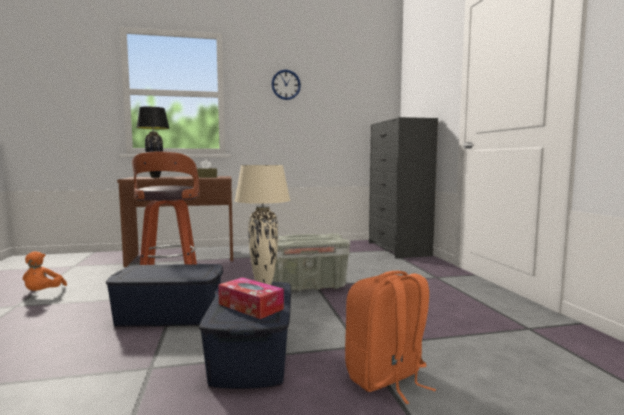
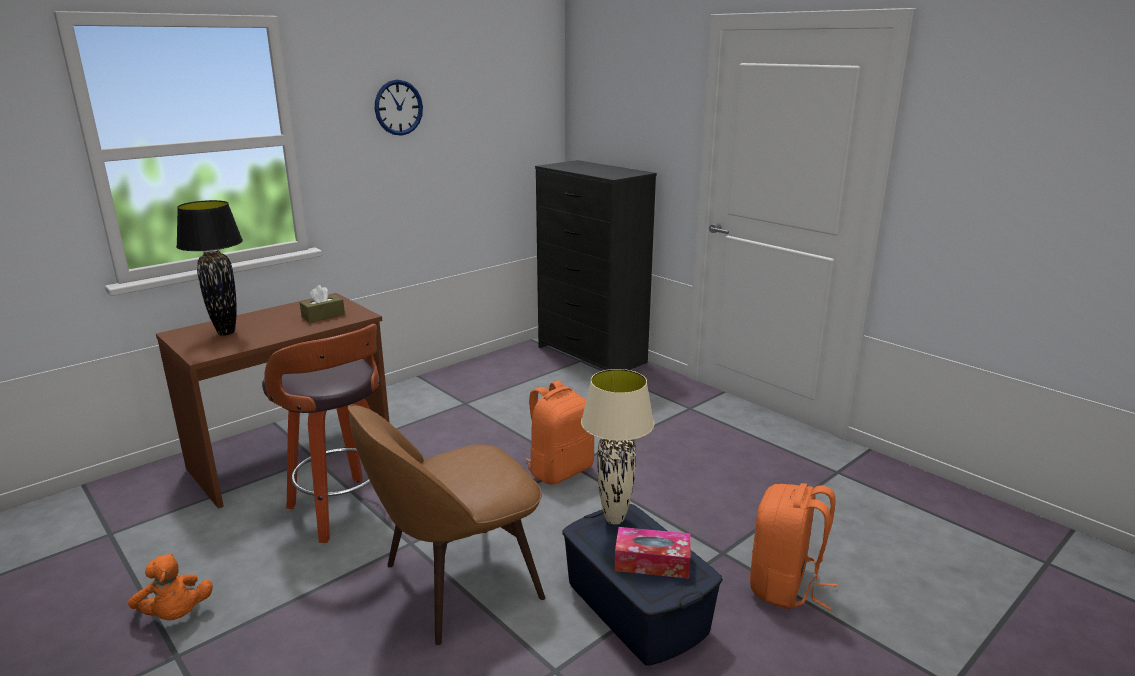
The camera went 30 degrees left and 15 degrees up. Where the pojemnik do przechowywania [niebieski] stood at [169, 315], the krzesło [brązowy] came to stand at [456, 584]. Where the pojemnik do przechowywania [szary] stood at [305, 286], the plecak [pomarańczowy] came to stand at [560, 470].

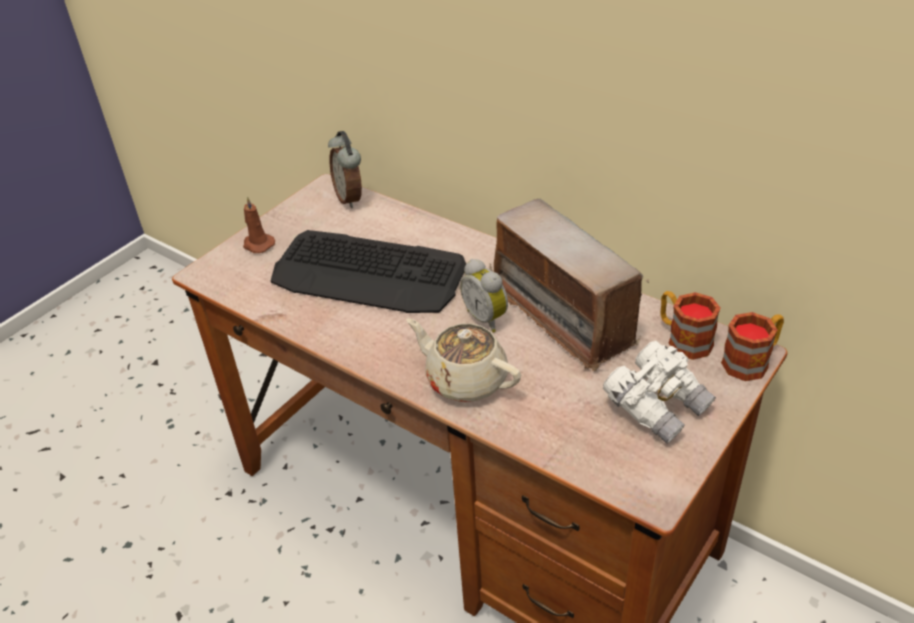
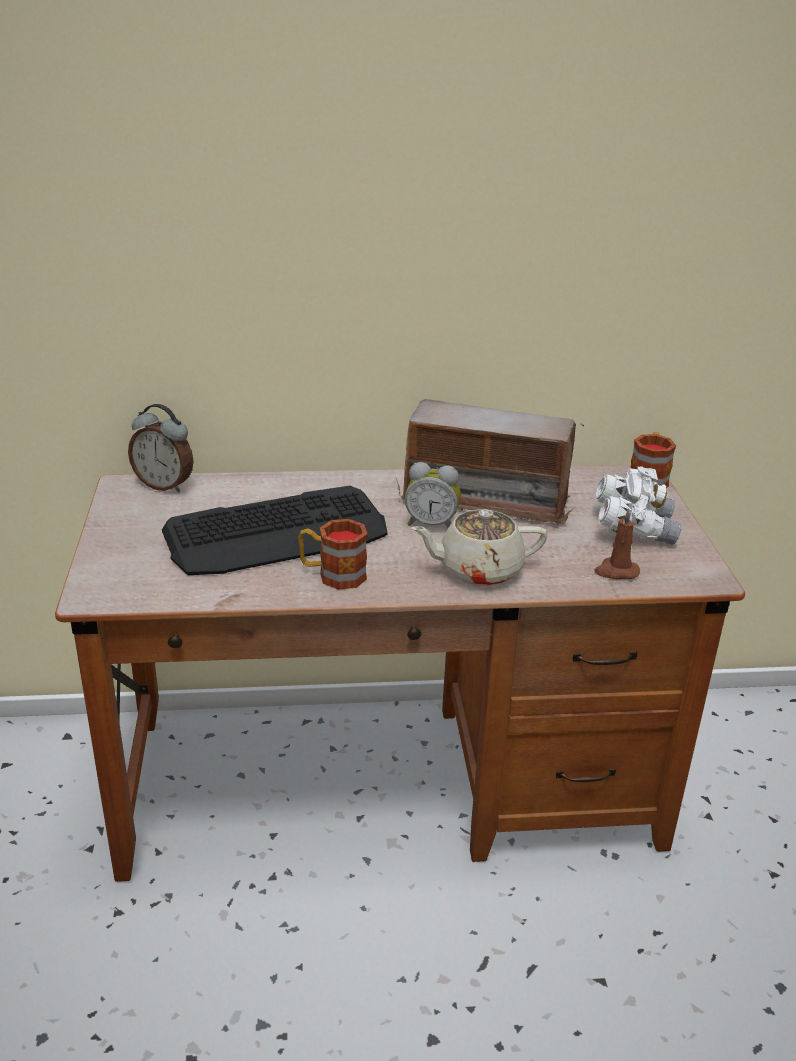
The camera went 45 degrees left and 10 degrees down. The kubek ended up elsewhere, having gone from [683, 339] to [332, 575]. The świeca [brązowy] ended up elsewhere, having gone from [258, 244] to [616, 571].

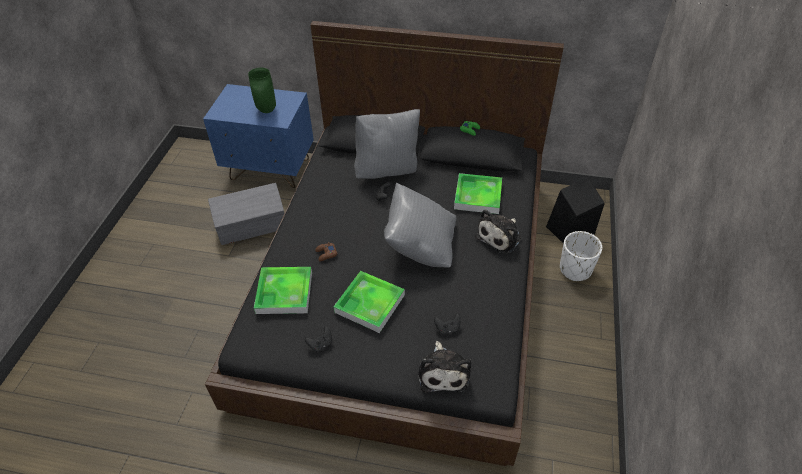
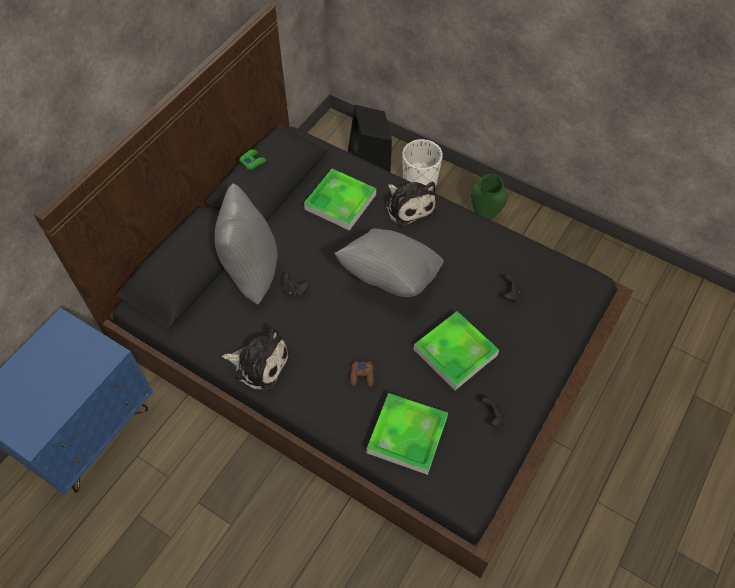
The camera went 70 degrees left and 10 degrees up. The pluszak ended up elsewhere, having gone from [443, 372] to [259, 364]. The wazon [zielony] ended up elsewhere, having gone from [267, 110] to [485, 215]. The second view lost the pojemnik do przechowywania [szary] at [253, 227].

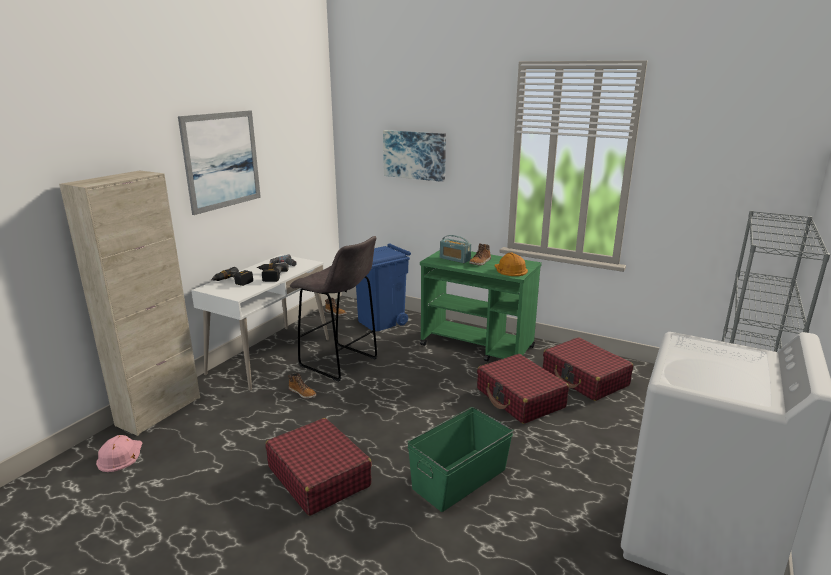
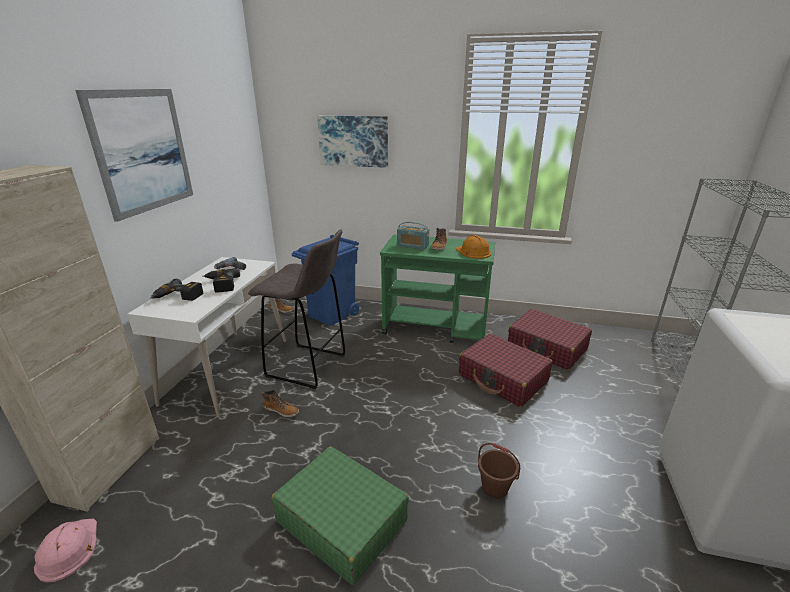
The camera went 15 degrees left and 5 degrees up. What was the walizka [czerwony] at [319, 476] turned into the walizka [zielony] at [341, 520]. Where the pojemnik do przechowywania [zielony] stood at [460, 478], the wiadro [brązowy] came to stand at [495, 487].

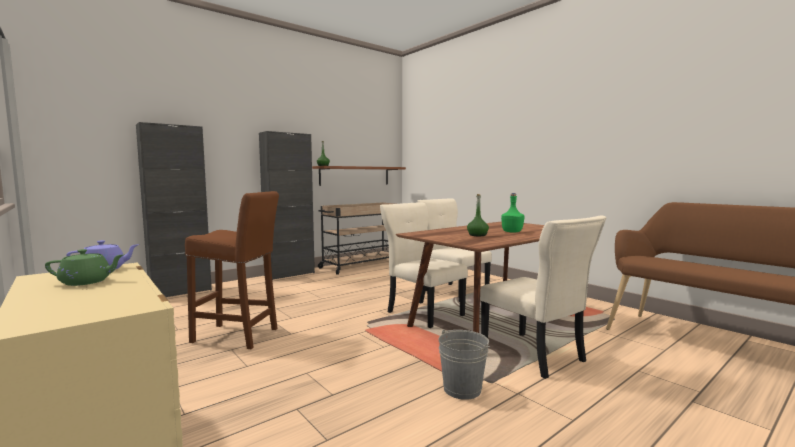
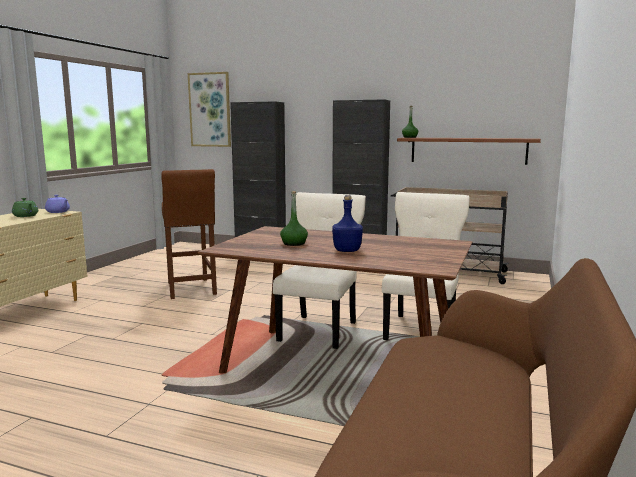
The camera went 60 degrees right and 5 degrees up. The second view gained the obraz at [210, 110]. What was the butelka [zielony] at [512, 232] turned into the butelka [niebieski] at [347, 250]. The second view lost the wiadro [szary] at [462, 389]. The second view lost the krzesło [beżowy] at [535, 356].

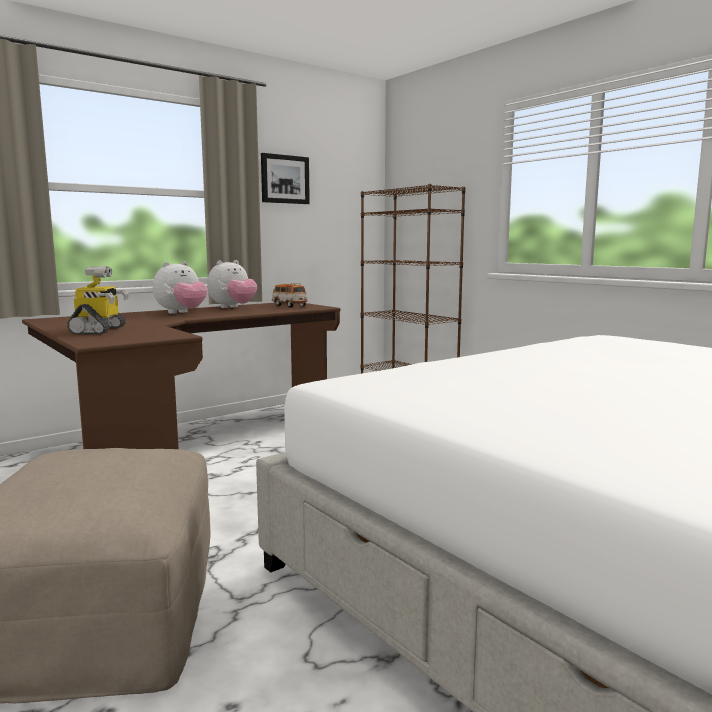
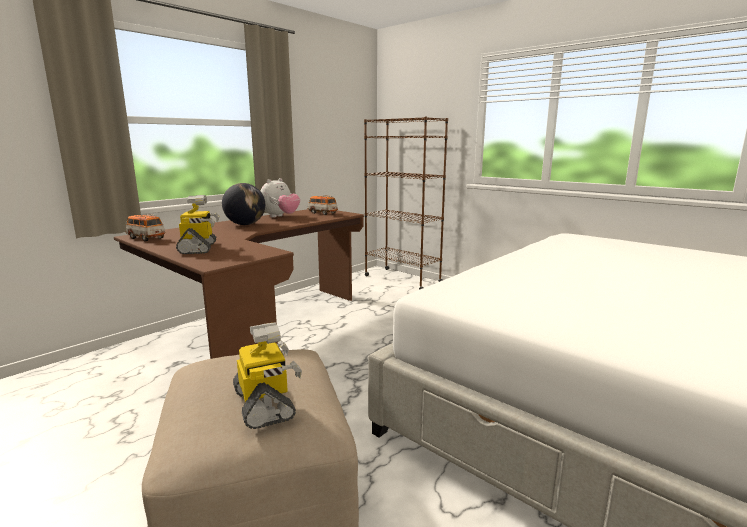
The camera went 10 degrees left and 5 degrees up. The second view gained the samochodzik at [146, 238]. Where the pluszak stood at [181, 313], the globus came to stand at [245, 224]. The second view gained the robot zabawkowy at [265, 404]. The second view lost the obraz at [284, 179].

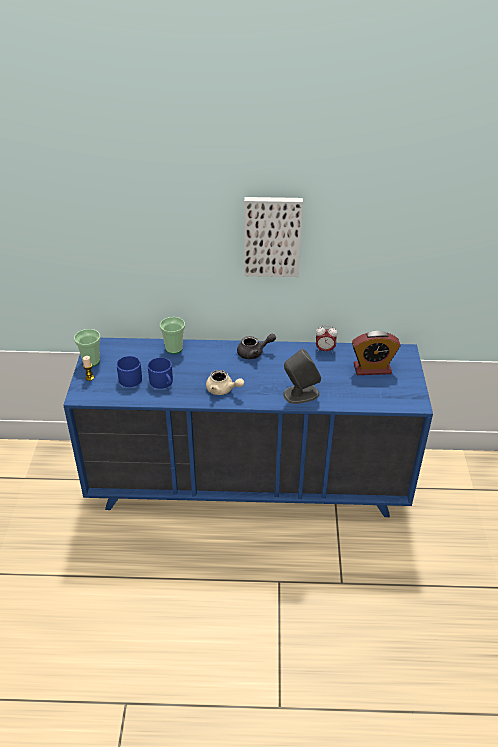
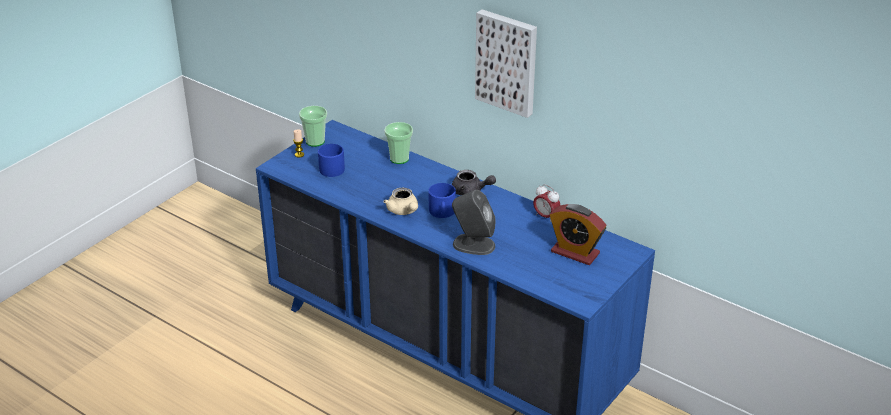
The camera went 35 degrees right and 5 degrees down. The kubek [niebieski] ended up elsewhere, having gone from [163, 382] to [442, 212].

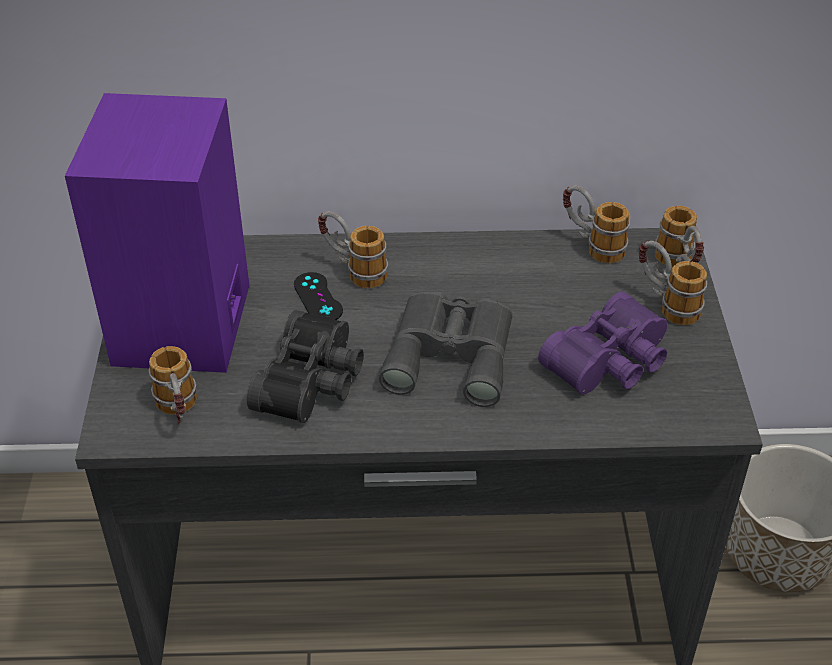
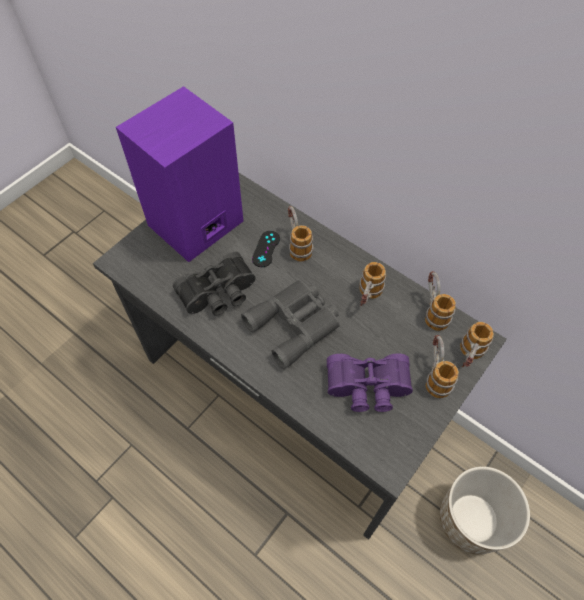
The camera went 40 degrees right and 15 degrees up. The kubek ended up elsewhere, having gone from [179, 414] to [367, 298].

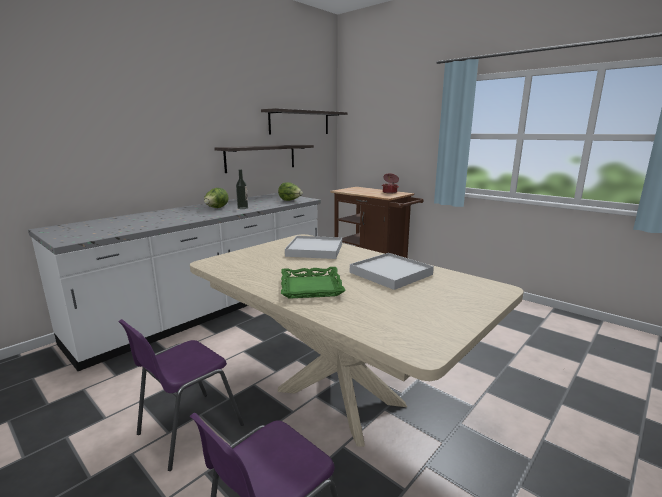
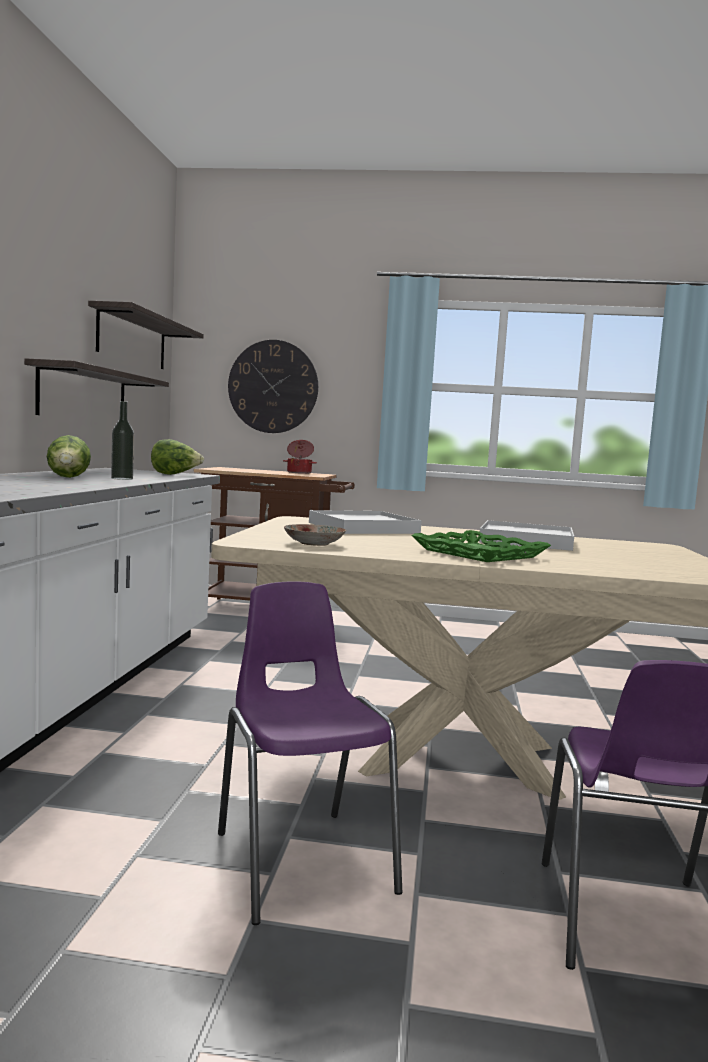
The camera went 35 degrees left and 10 degrees down. The krzesło [fioletowy] at [187, 430] ended up facing another way, 150 degrees clockwise from before. The second view gained the zegar ścienny at [273, 386]. The second view gained the talerz at [313, 544].

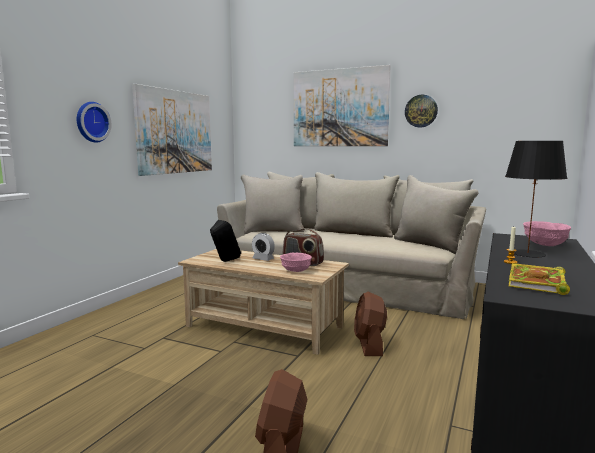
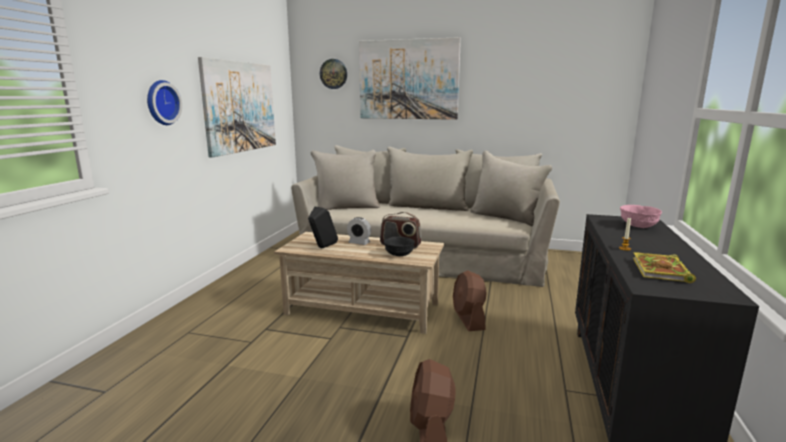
The camera went 10 degrees left and 5 degrees up. The zegar ścienny ended up elsewhere, having gone from [421, 111] to [333, 74]. What was the miska [różowy] at [295, 270] turned into the miska [czarny] at [398, 255]. The second view lost the lampa stołowa [czarny] at [527, 253].

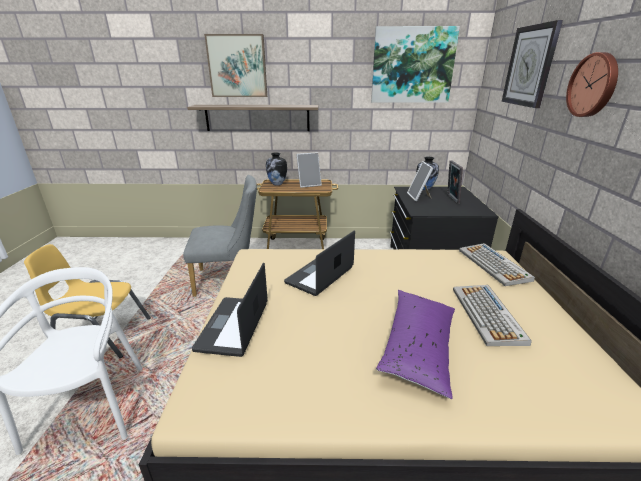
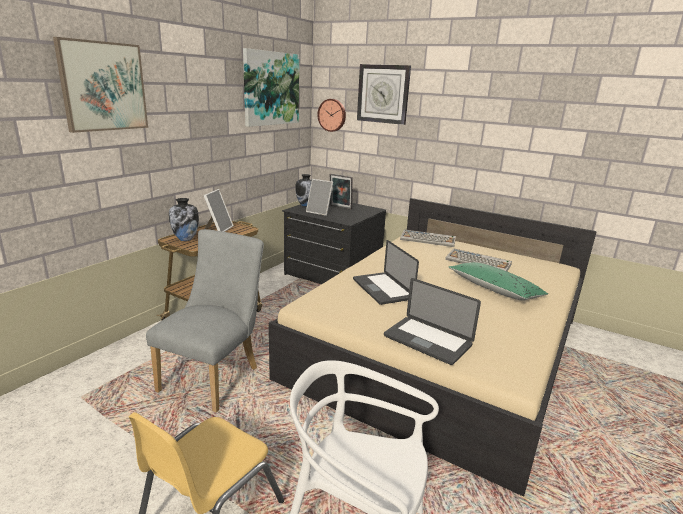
The camera went 60 degrees left and 5 degrees down. The zegar ścienny ended up elsewhere, having gone from [593, 85] to [332, 115]. What was the poduszka [fioletowy] at [418, 347] turned into the poduszka [zielony] at [494, 289]. The second view lost the półka at [257, 118].

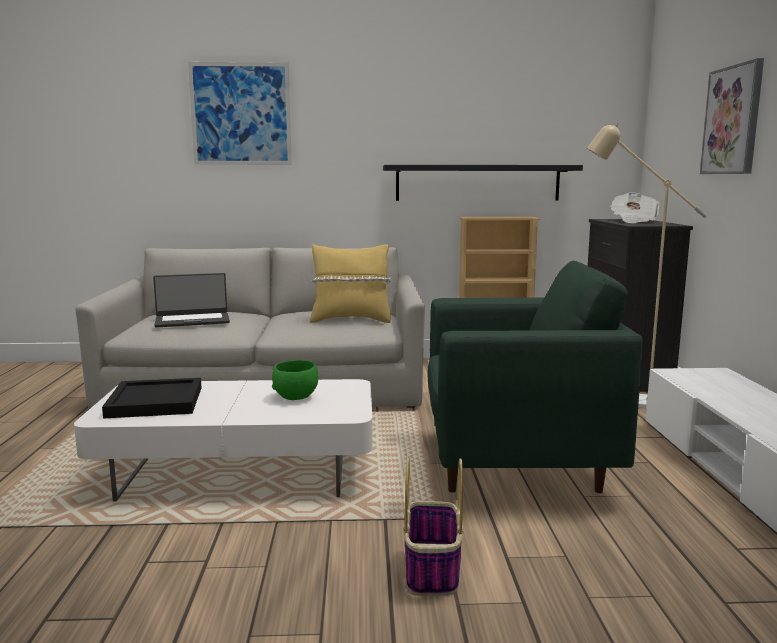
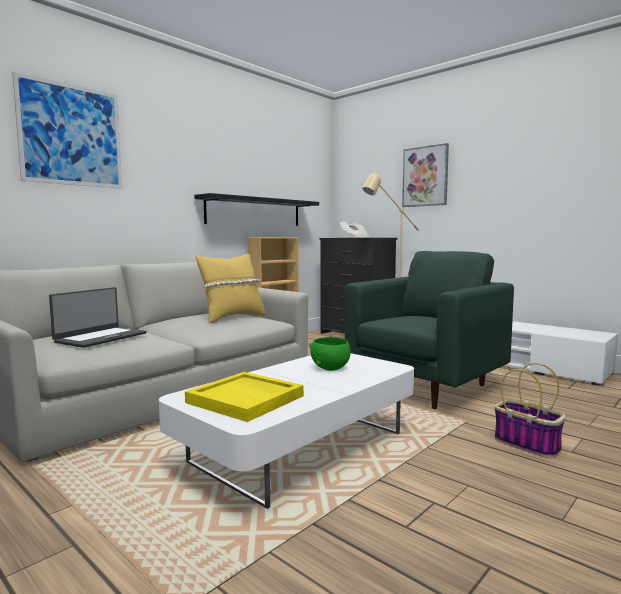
The camera went 45 degrees left and 5 degrees down. What was the taca [czarny] at [156, 402] turned into the taca [żółty] at [246, 399].

